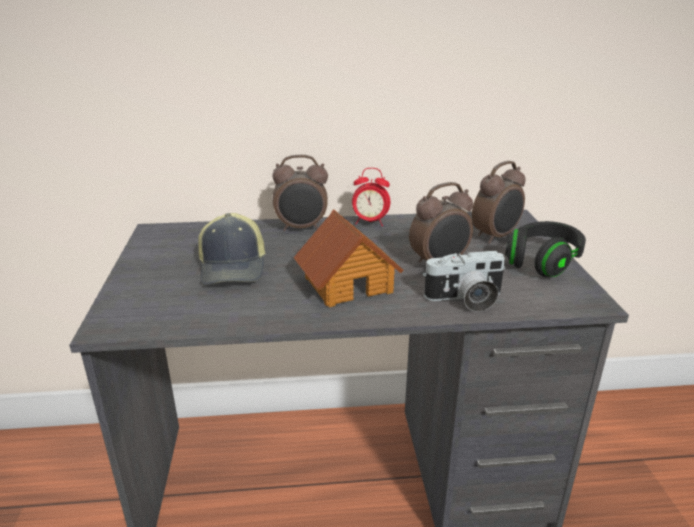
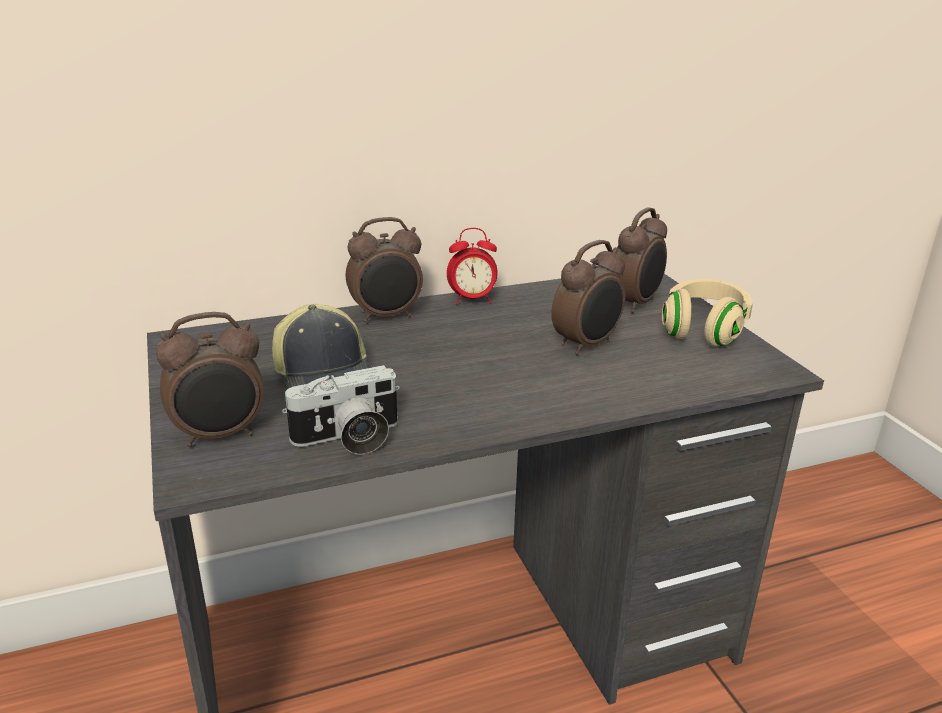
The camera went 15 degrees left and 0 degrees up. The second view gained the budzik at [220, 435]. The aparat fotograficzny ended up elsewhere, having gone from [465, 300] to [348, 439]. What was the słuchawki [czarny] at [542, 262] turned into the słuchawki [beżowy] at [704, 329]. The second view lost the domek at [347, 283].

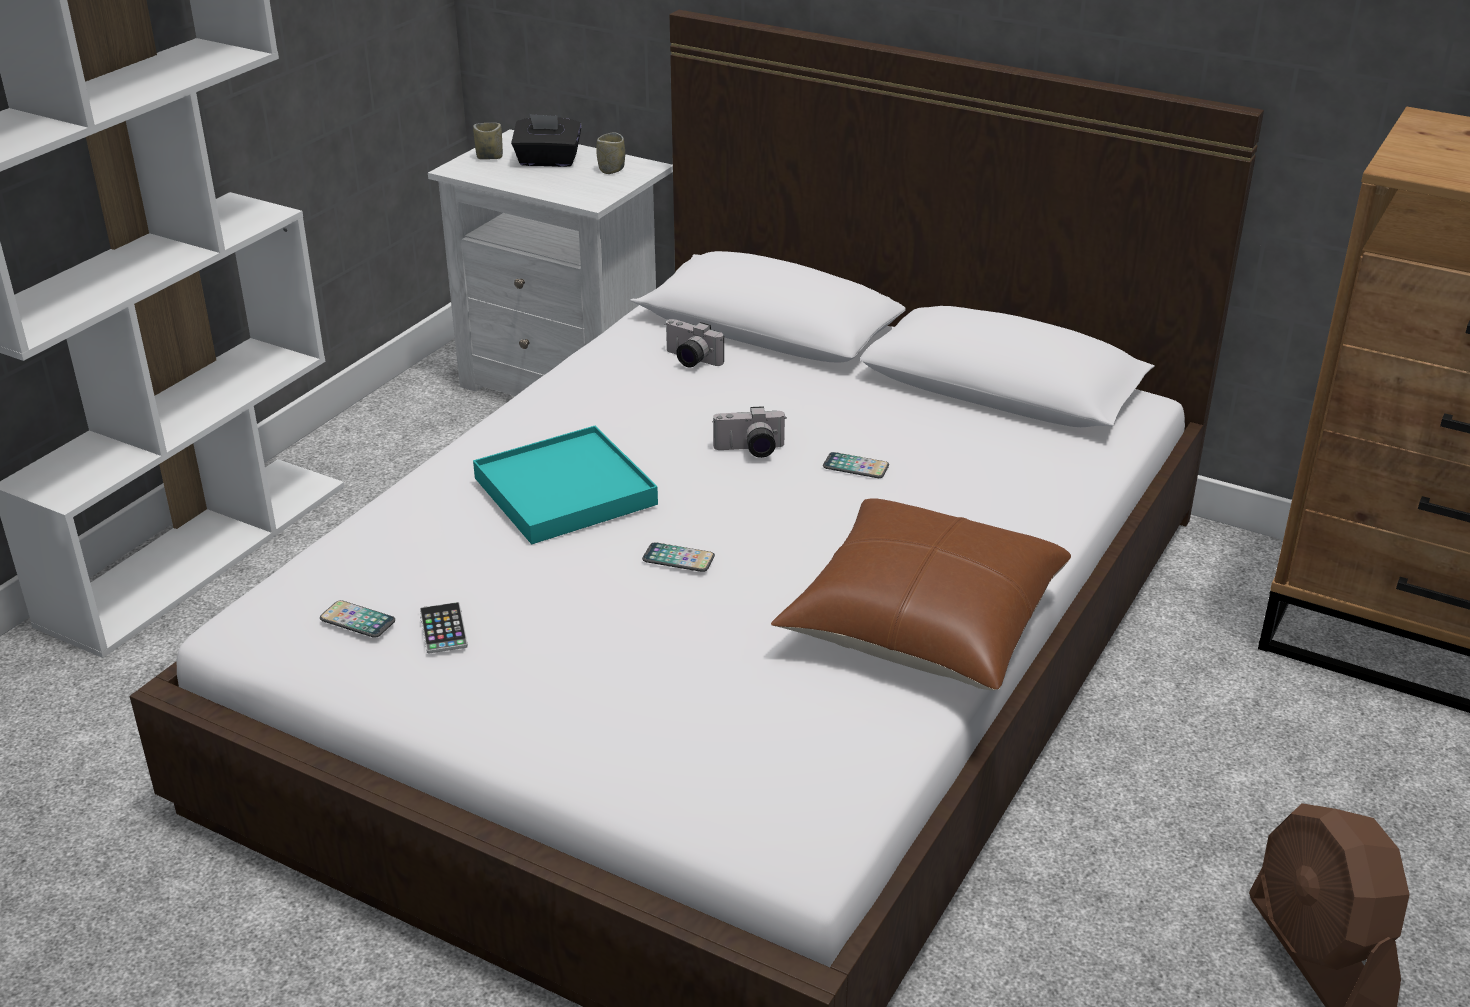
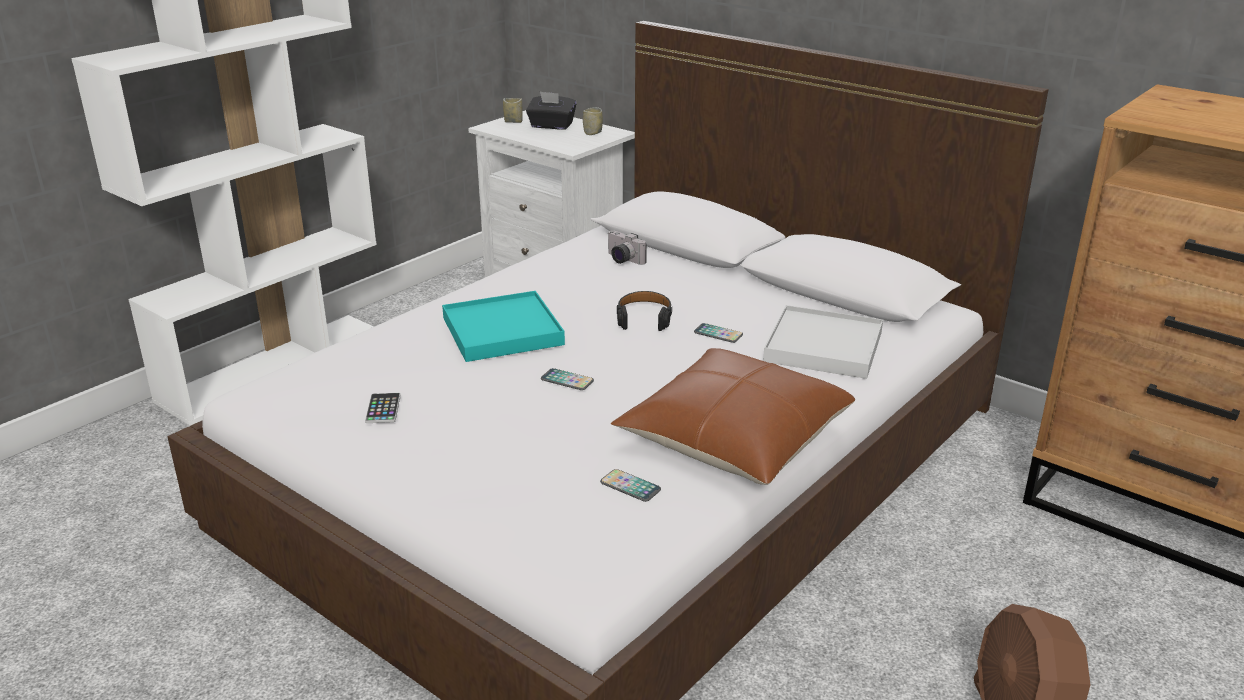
The camera went 10 degrees right and 5 degrees down. The telefon ended up elsewhere, having gone from [357, 620] to [630, 486]. Where the aparat fotograficzny stood at [750, 451], the słuchawki [czarny] came to stand at [644, 317]. The second view gained the taca [biały] at [823, 347].

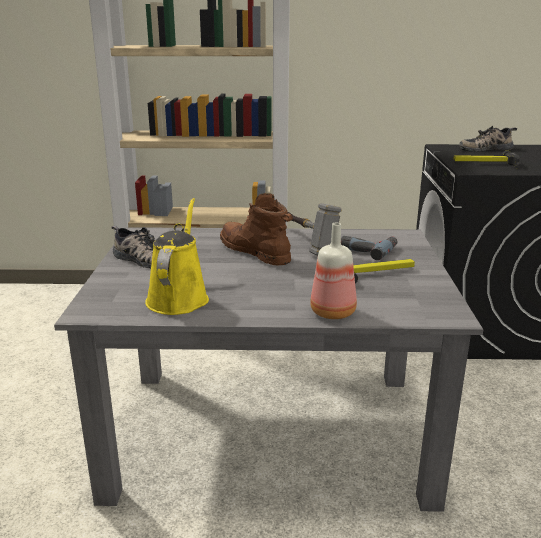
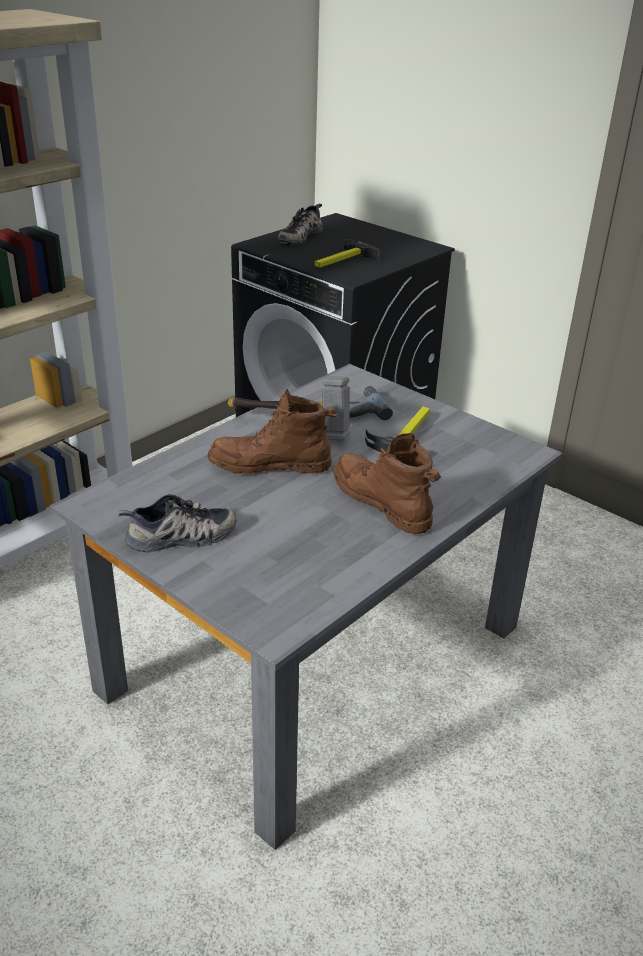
The camera went 50 degrees left and 10 degrees up. The second view gained the but z cholewką [brązowy] at [382, 503]. The second view lost the konewka [żółty] at [179, 297]. The second view lost the butelka at [334, 312].

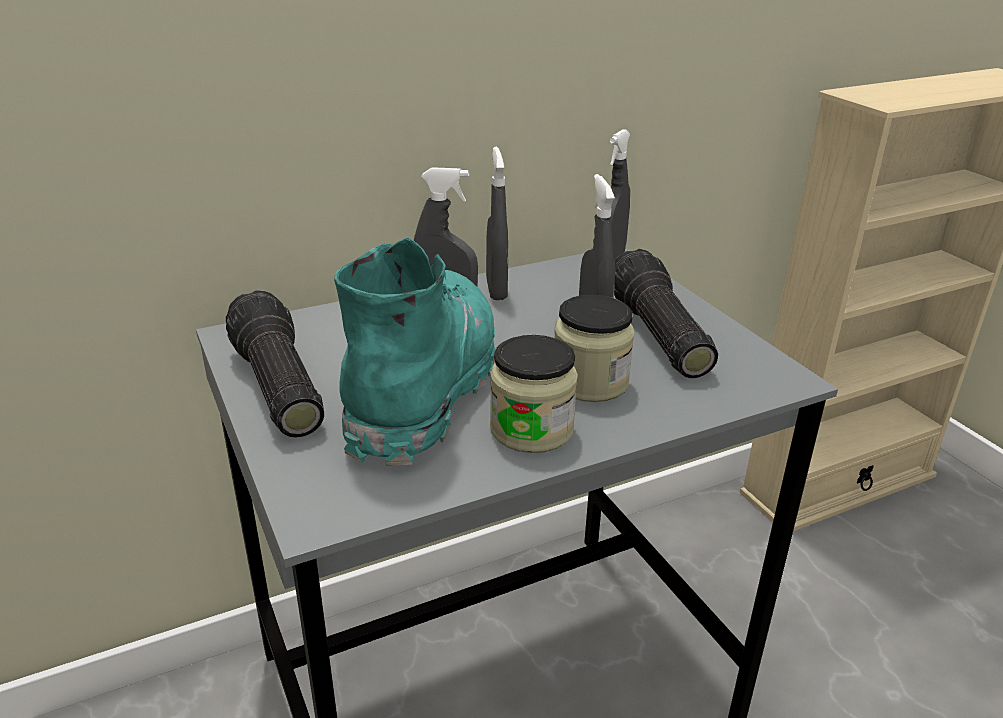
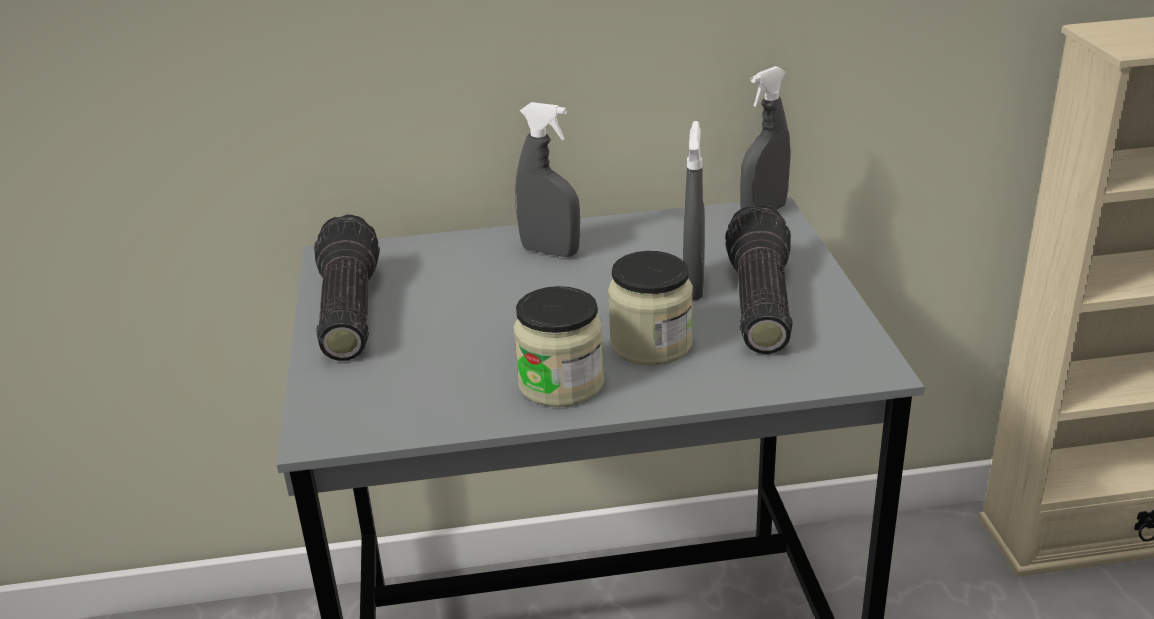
The camera went 20 degrees right and 0 degrees up. The second view lost the but z cholewką [turkusowy] at [424, 389]. The second view lost the spryskiwacz [szary] at [496, 290].

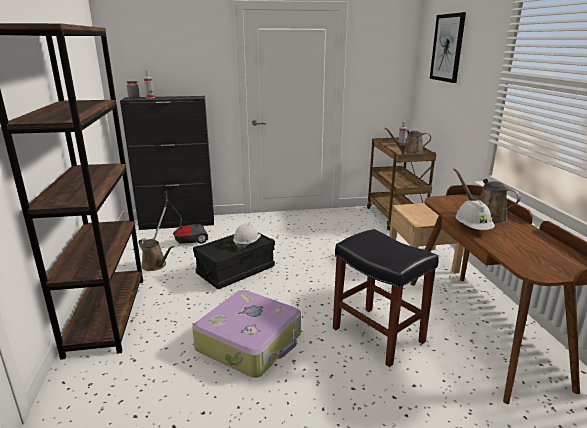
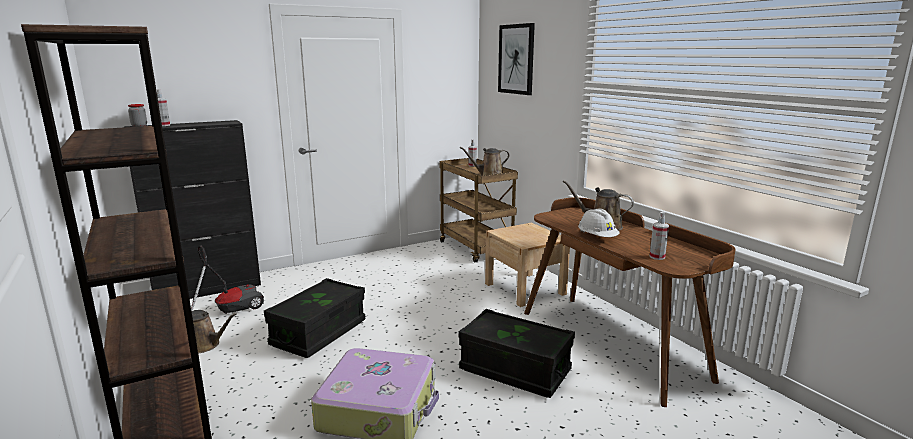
The camera went 20 degrees left and 5 degrees down. Where the stołek [czarny] stood at [376, 334], the pojemnik do przechowywania [czarny] came to stand at [515, 370]. The second view gained the spryskiwacz at [657, 257]. The second view lost the kask [biały] at [247, 243].

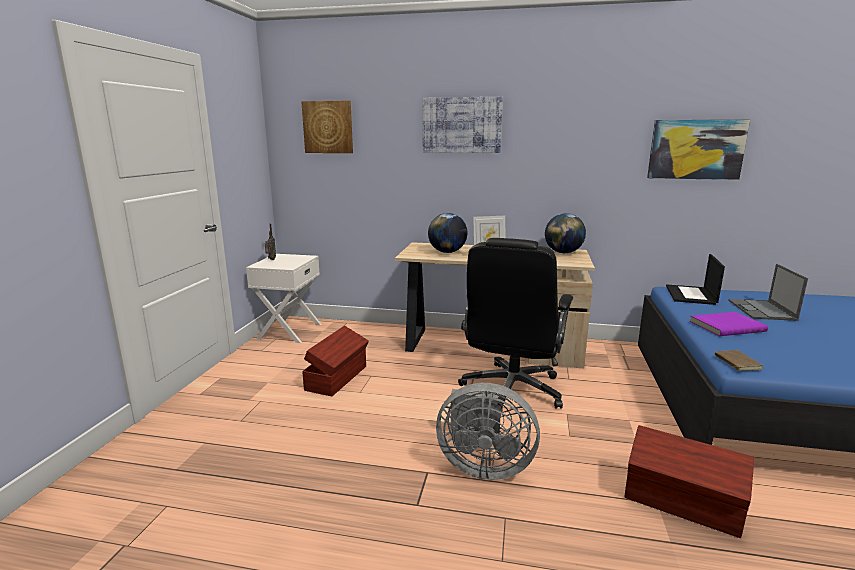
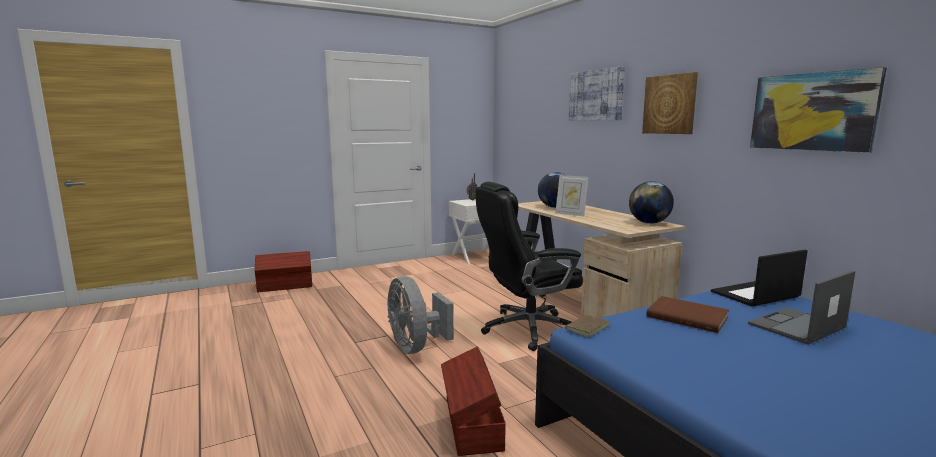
The camera went 50 degrees right and 5 degrees down. The pojemnik do przechowywania [brązowy] ended up elsewhere, having gone from [338, 378] to [285, 286]. The obraz ended up elsewhere, having gone from [328, 127] to [670, 104]. What was the książka [fioletowy] at [726, 326] turned into the książka [brązowy] at [687, 316].

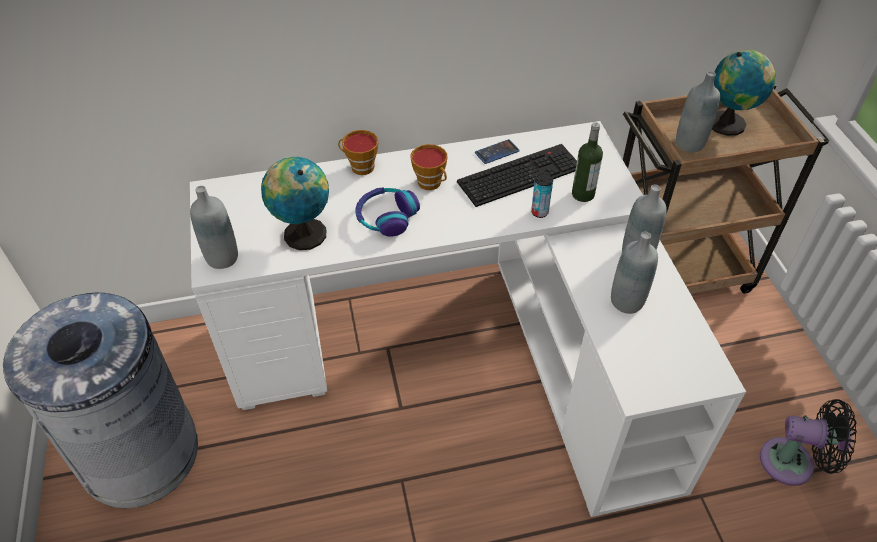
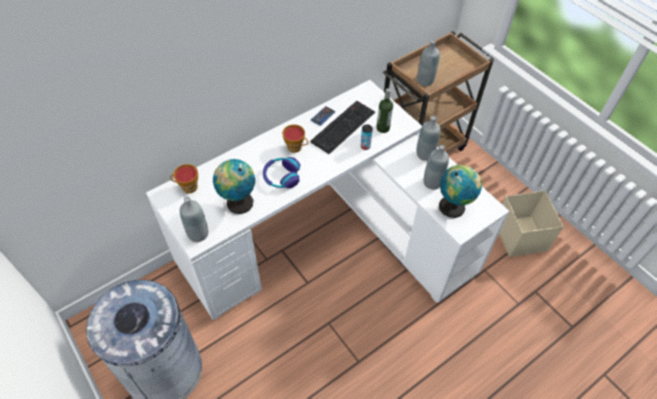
The camera went 25 degrees left and 5 degrees up. The filiżanka ended up elsewhere, having gone from [359, 167] to [187, 187]. The globus ended up elsewhere, having gone from [729, 124] to [453, 206]. Where the wentylator [czarny] stood at [793, 463], the pojemnik do przechowywania [beżowy] came to stand at [520, 236].

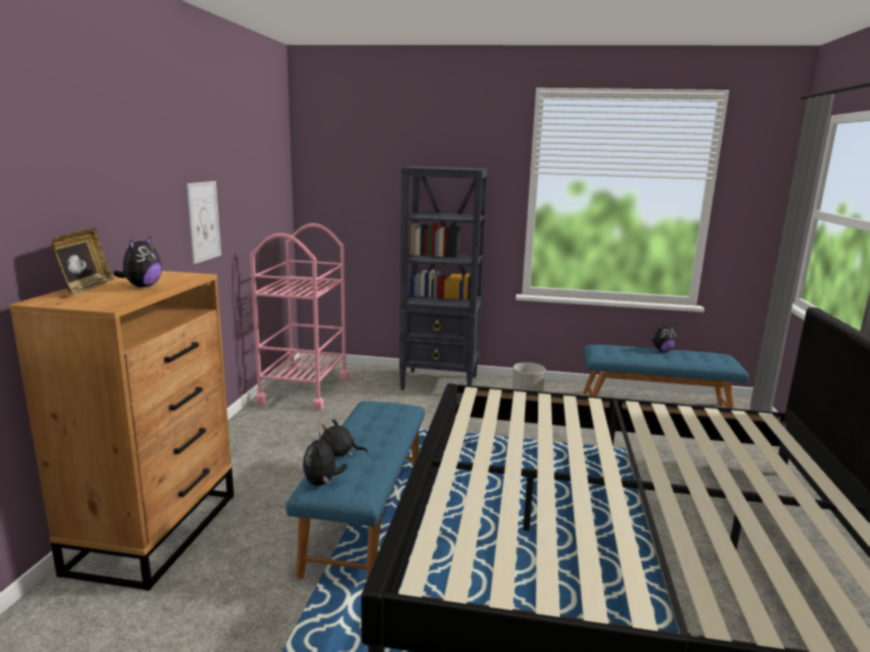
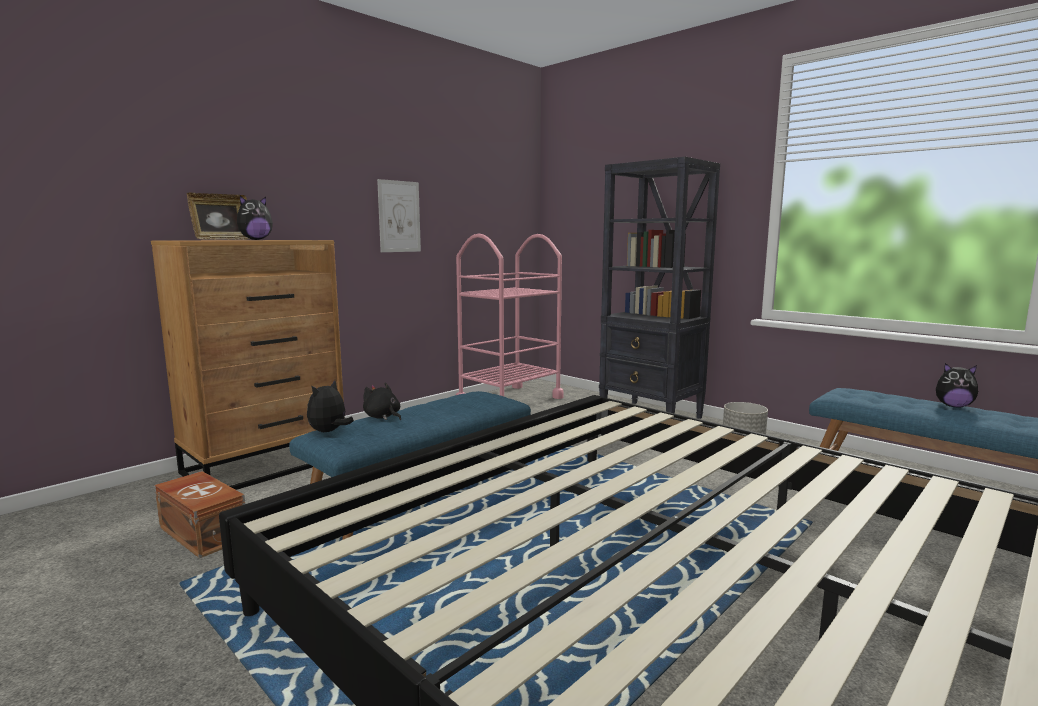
The camera went 35 degrees right and 5 degrees down. The second view gained the pojemnik do przechowywania [brązowy] at [204, 531].

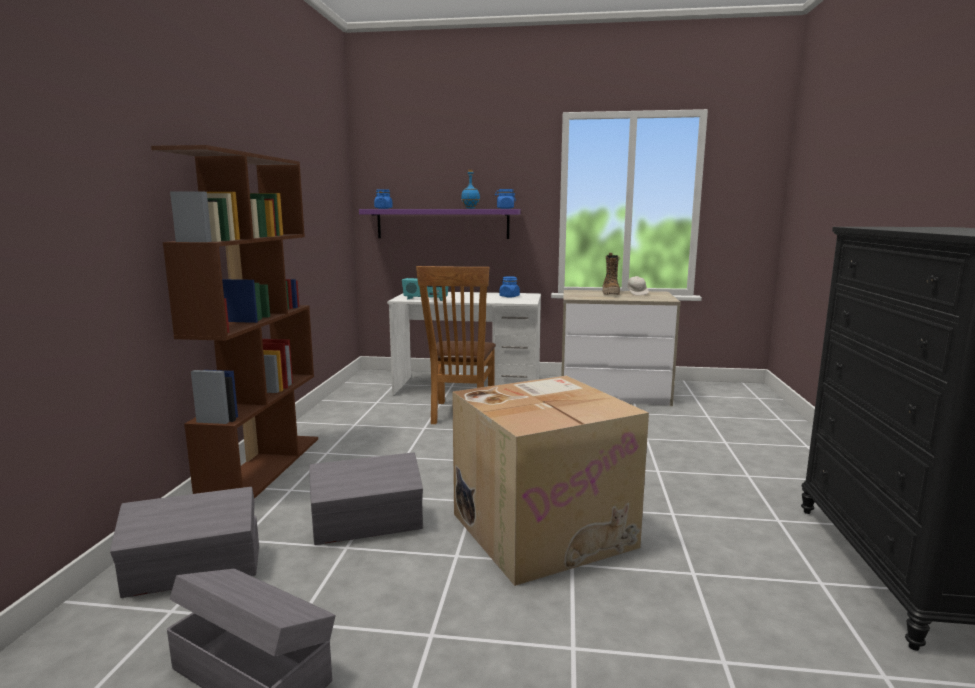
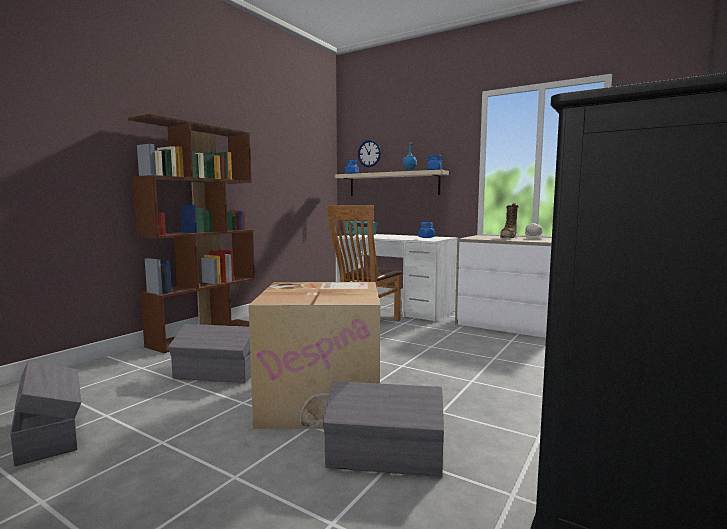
The camera went 25 degrees right and 5 degrees down. The pojemnik do przechowywania [szary] ended up elsewhere, having gone from [195, 571] to [385, 458]. What was the półka [fioletowy] at [442, 223] turned into the półka [beżowy] at [393, 184]. The second view gained the zegar ścienny at [369, 153].

